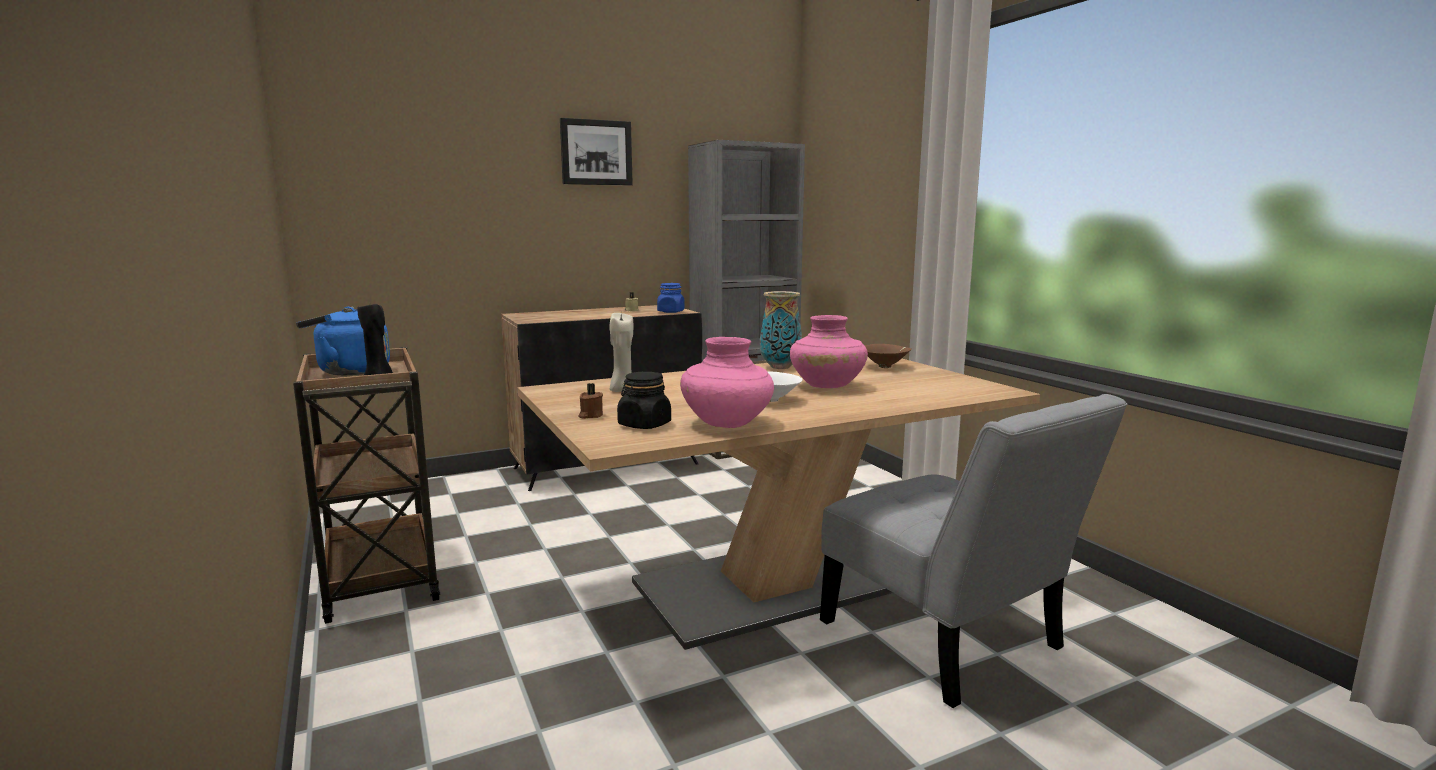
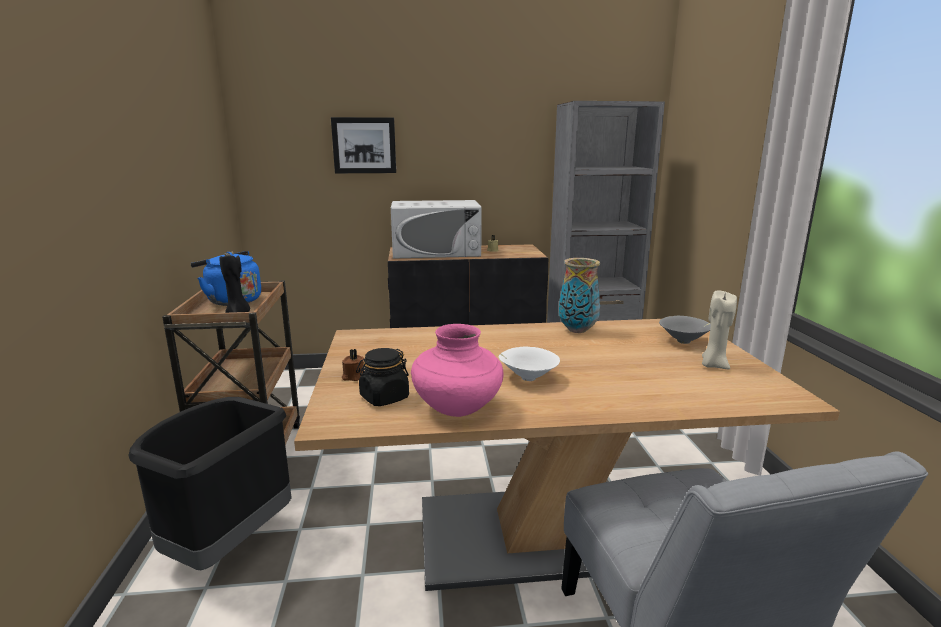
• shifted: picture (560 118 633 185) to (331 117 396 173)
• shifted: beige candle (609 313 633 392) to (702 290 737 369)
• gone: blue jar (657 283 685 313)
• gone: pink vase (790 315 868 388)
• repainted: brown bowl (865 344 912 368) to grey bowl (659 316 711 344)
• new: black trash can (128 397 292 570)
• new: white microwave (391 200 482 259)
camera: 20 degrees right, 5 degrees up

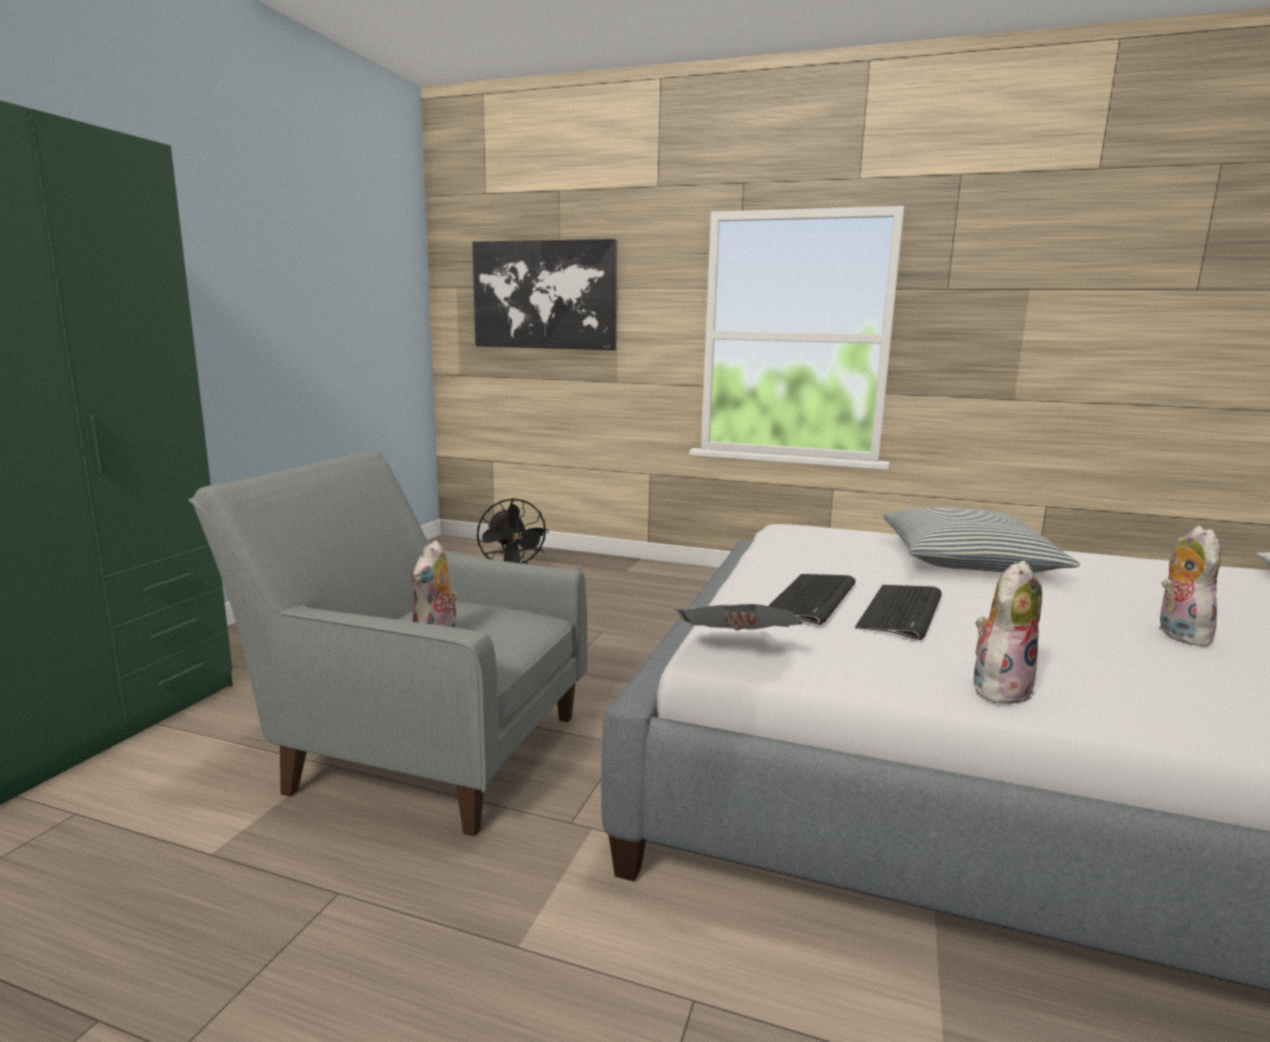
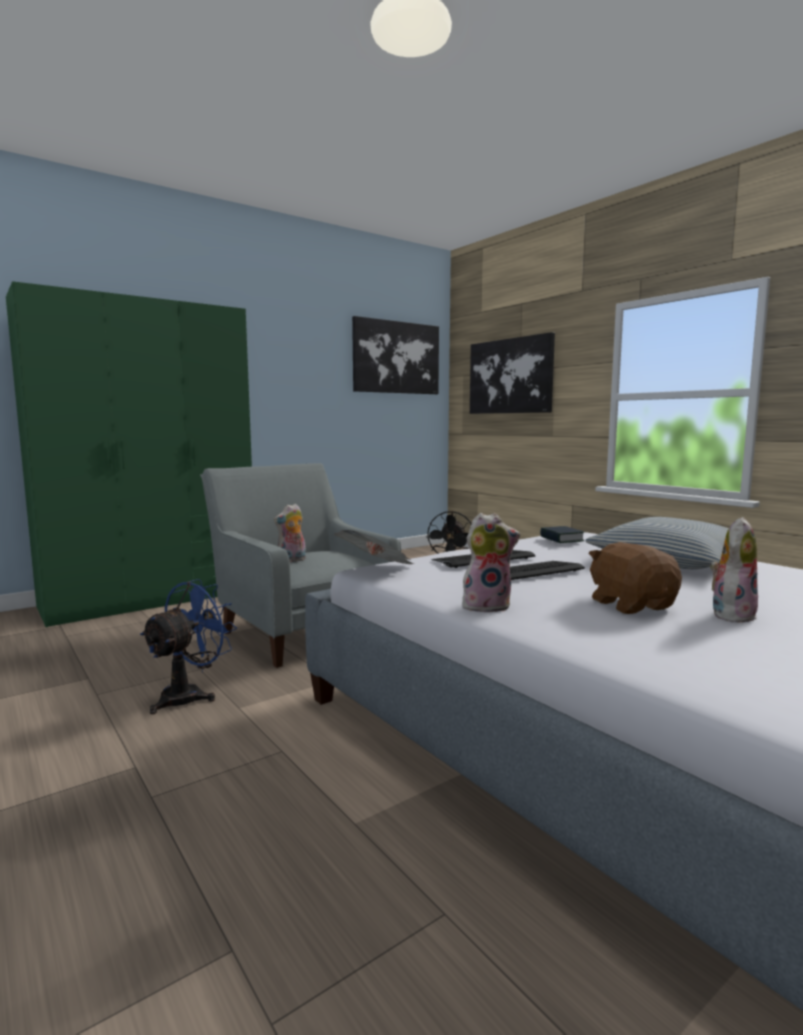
• new: blue fan (140 579 237 714)
• new: picture (352 316 439 394)
• new: book (540 526 584 543)
• new: brown plush toy (589 542 682 614)
camera: 35 degrees right, 5 degrees down

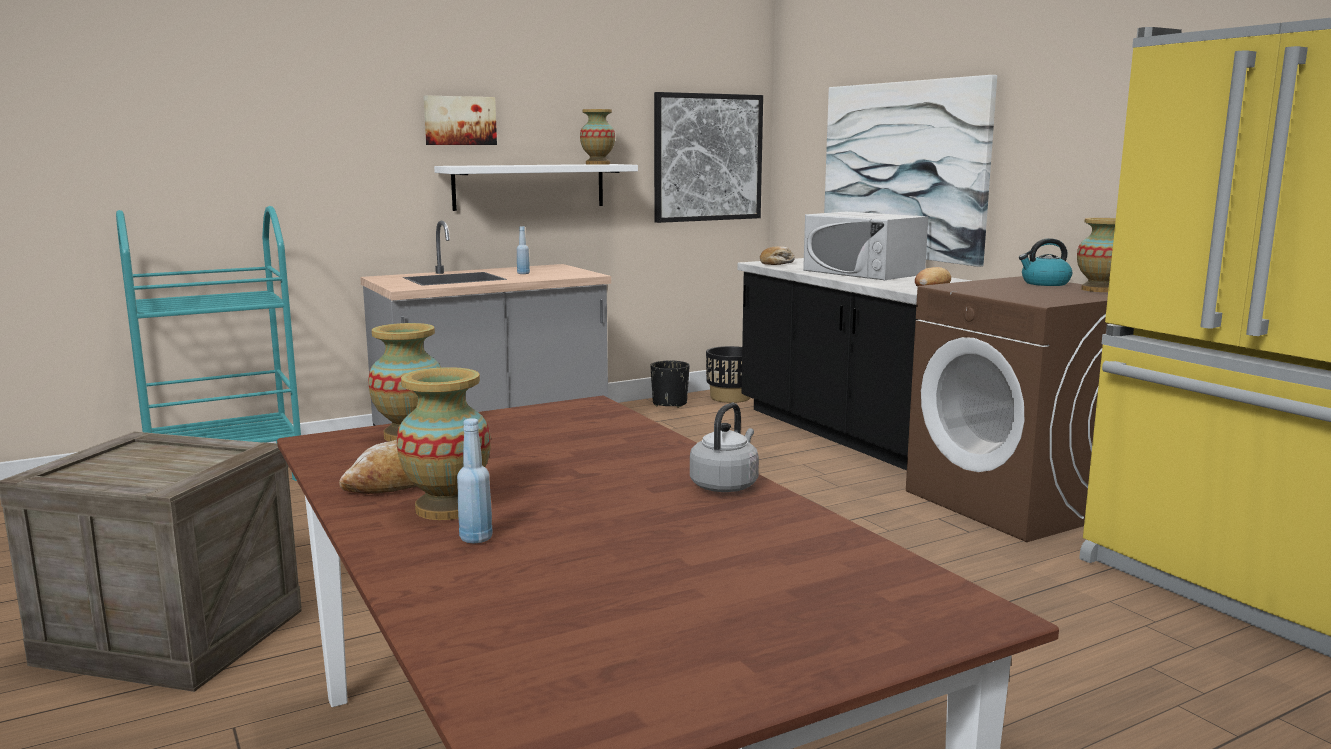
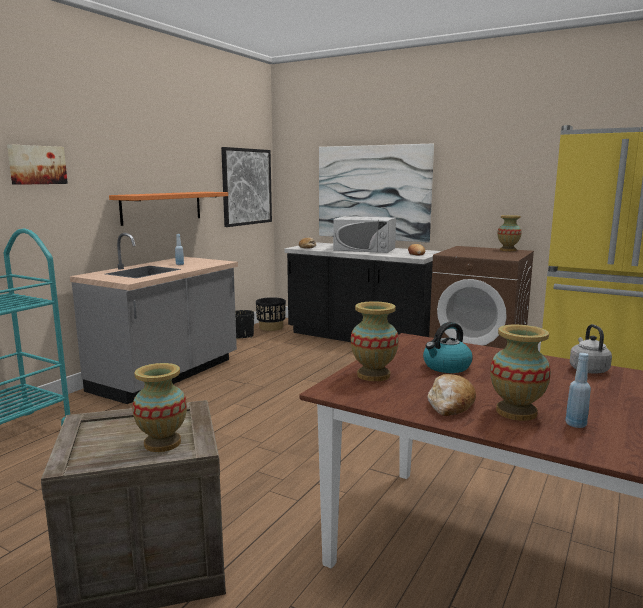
• shifted: picture (424 95 497 145) to (7 144 68 185)
• repainted: white shelf (434 164 638 211) to orange shelf (109 192 228 226)
• shifted: vase (580 109 615 165) to (132 363 187 452)
• shifted: kettle (1019 238 1072 286) to (423 322 472 373)
camera: 30 degrees left, 0 degrees up

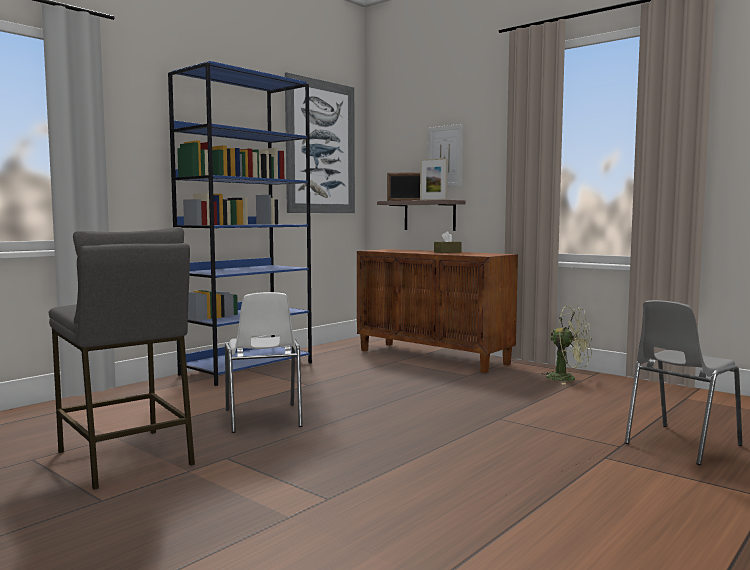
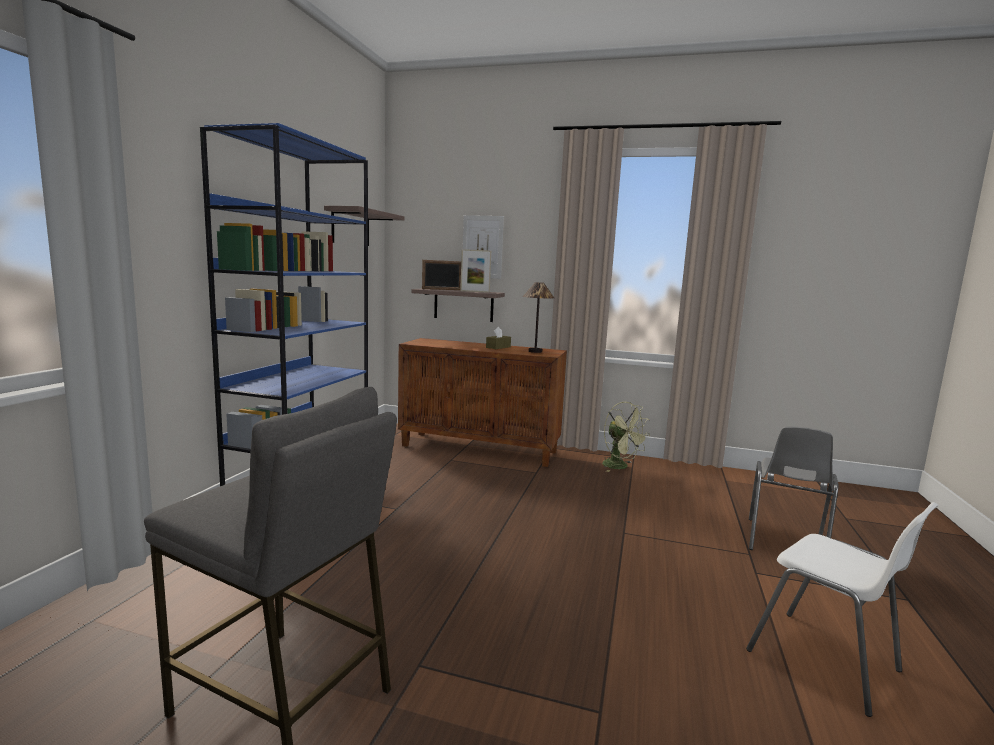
• shifted: white chair (225 292 303 433) to (746 502 939 717)
• swapped: picture (285 72 355 213) to shelf (324 206 404 246)
• rotated: green fan (541 305 592 384) = (602 401 650 472) 45 degrees clockwise
• new: table lamp (523 282 554 353)
camera: 25 degrees left, 5 degrees up

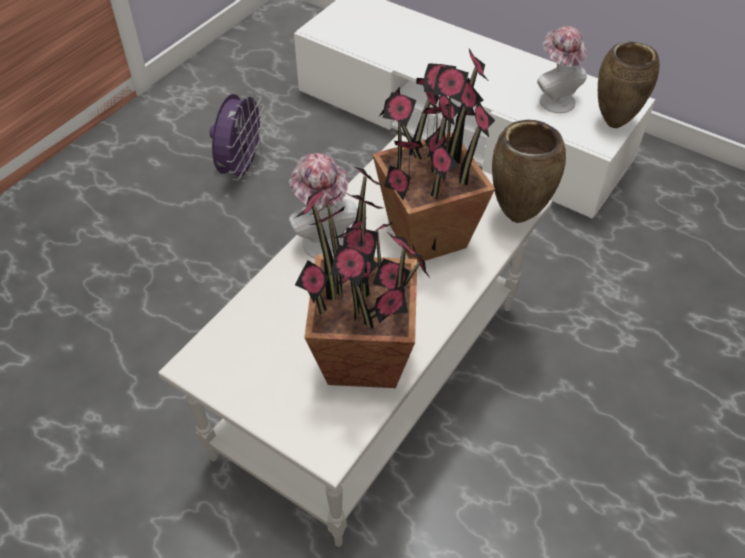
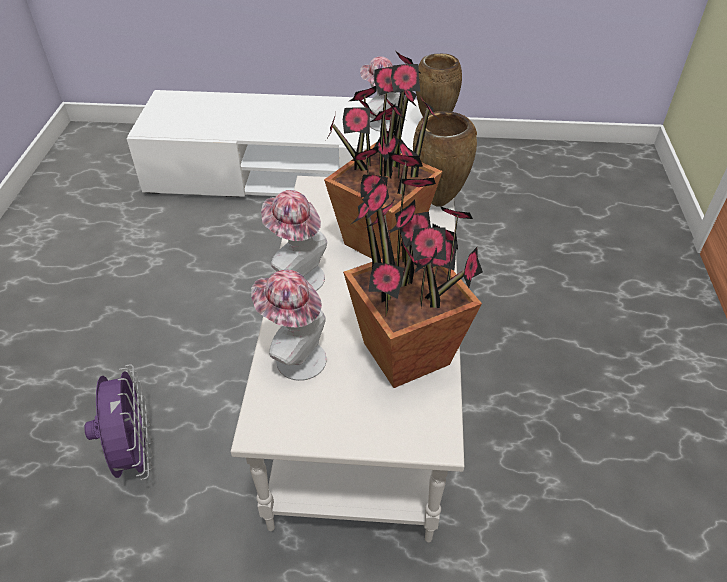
• shifted: purple fan (210 91 266 182) to (84 365 154 480)
• new: hat (251 270 326 381)
camera: 30 degrees left, 5 degrees down

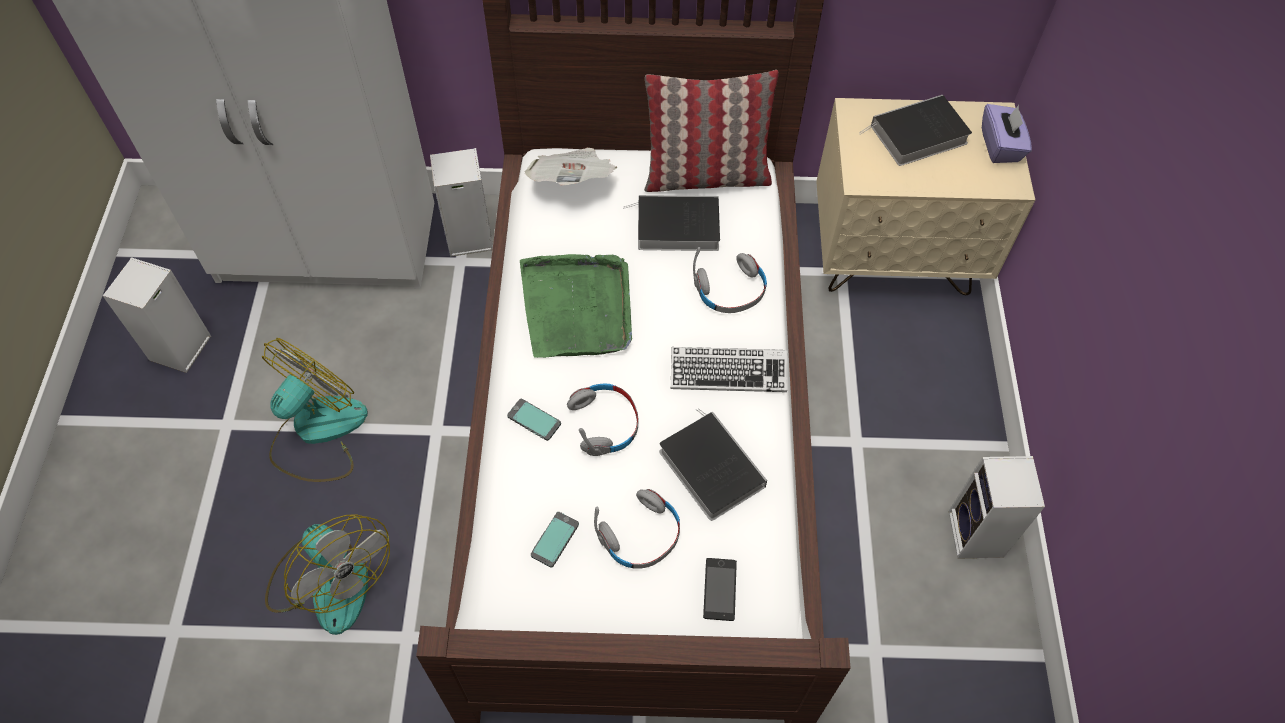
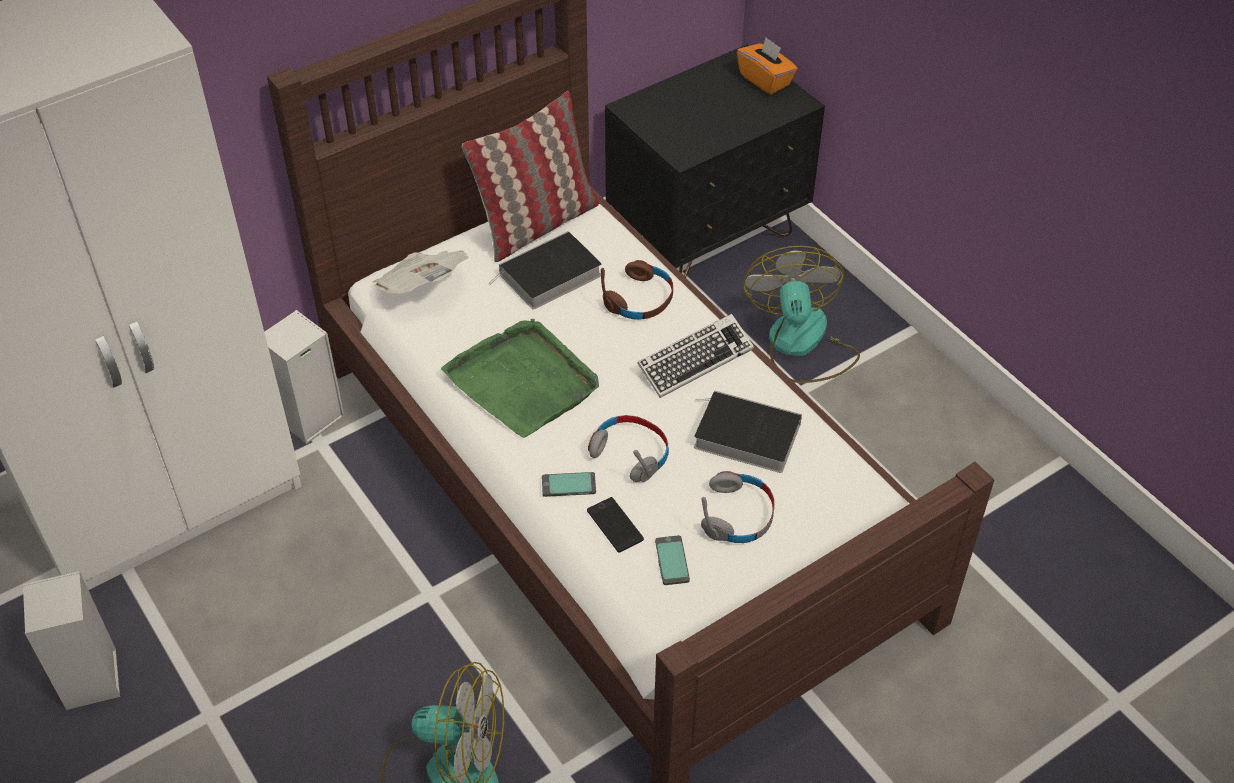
• shifted: fan (262 338 368 482) to (743 246 860 383)
• repainted: grey headphones (693 247 767 313) to brown headphones (601 260 673 320)
• shifted: phone (703 558 737 621) to (587 497 644 552)
• repainted: beige nightstand (816 98 1035 295) to black nightstand (605 45 825 278)
• gone: book (860 95 972 166)
• gone: speaker (948 456 1045 559)
• repainted: purple tissue box (982 104 1032 163) to orange tissue box (737 37 798 95)
camera: 35 degrees left, 10 degrees down

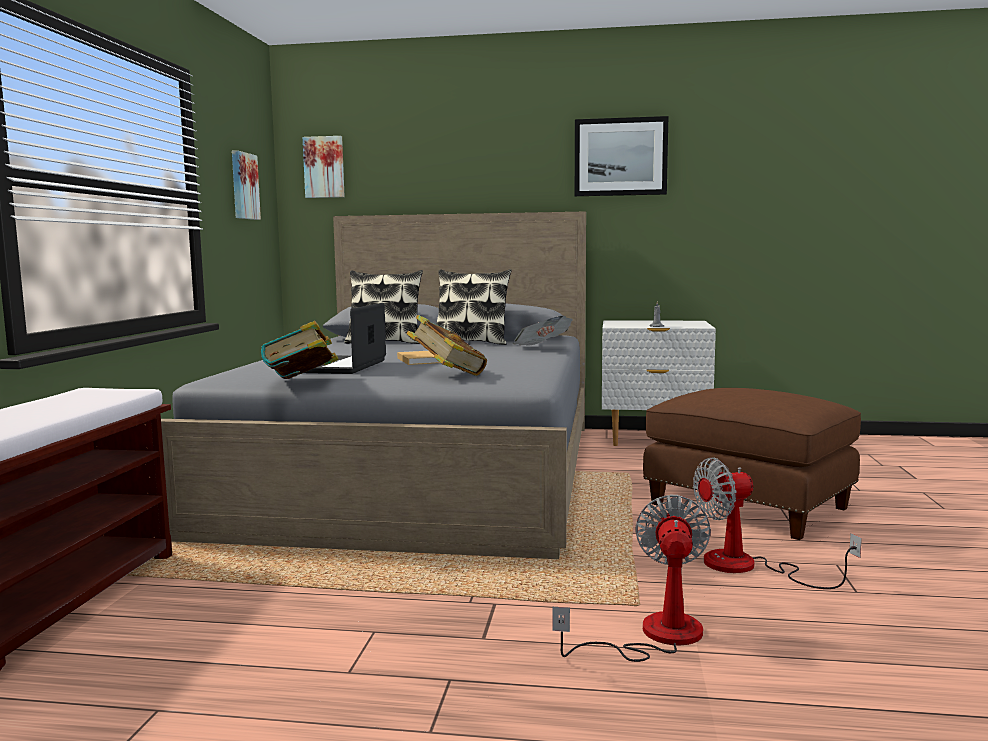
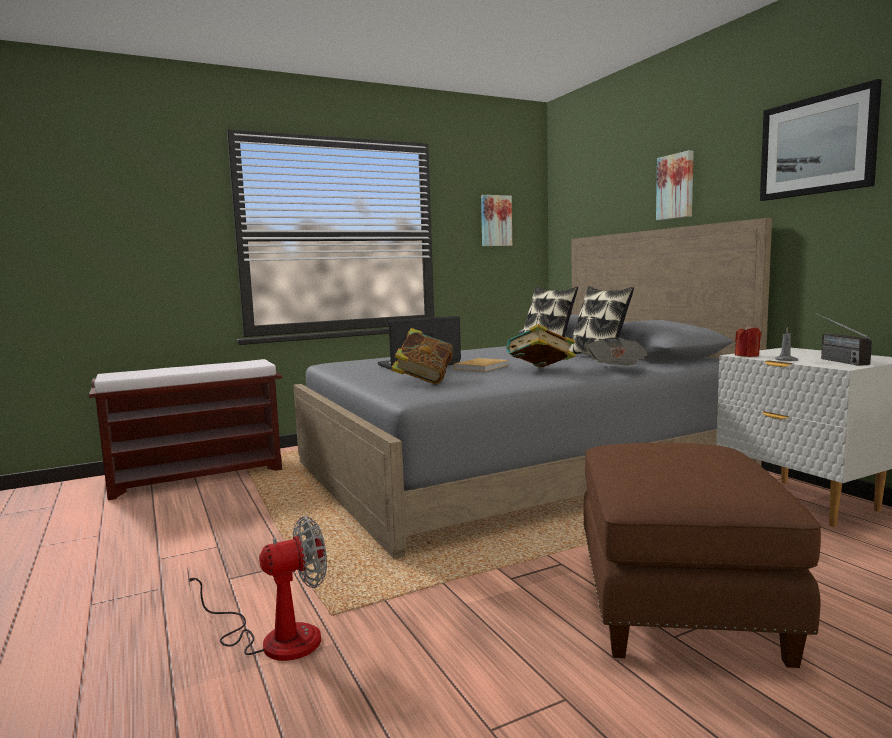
• shifted: book (261 321 339 379) to (506 324 576 367)
• shifted: picture (303 136 345 198) to (656 150 694 220)
• gone: fan (693 458 862 589)
• new: red candle (735 325 761 357)
• new: radio (814 313 872 366)
camera: 55 degrees right, 0 degrees up

